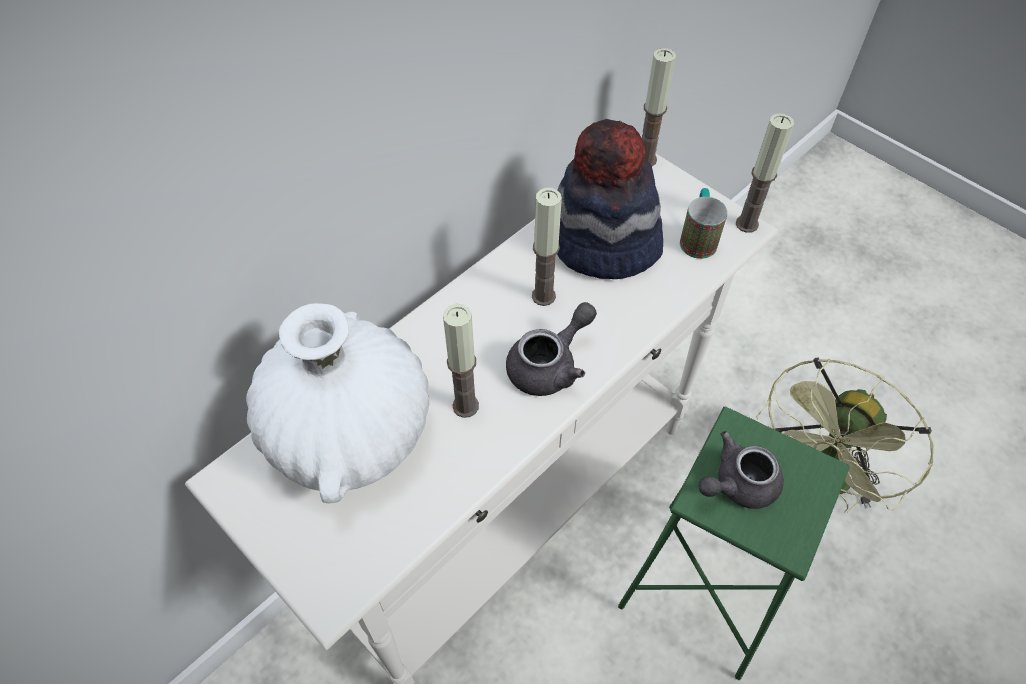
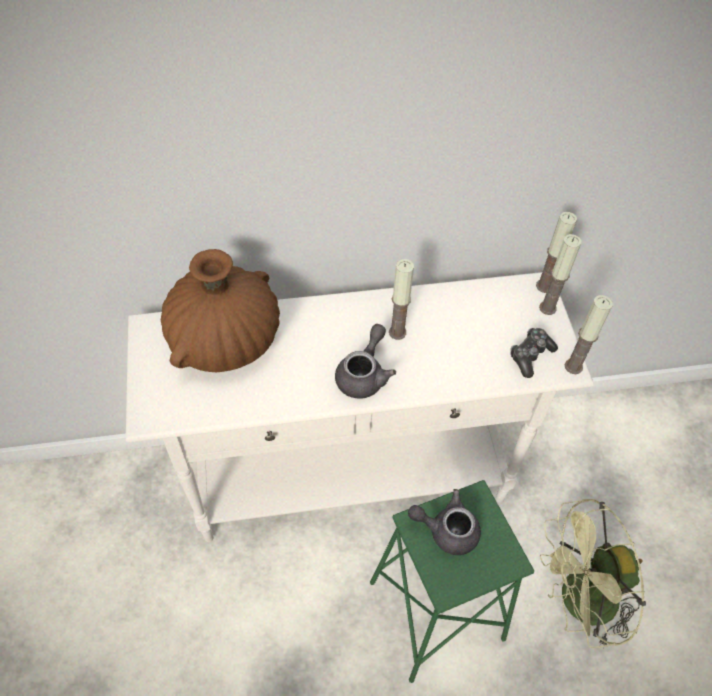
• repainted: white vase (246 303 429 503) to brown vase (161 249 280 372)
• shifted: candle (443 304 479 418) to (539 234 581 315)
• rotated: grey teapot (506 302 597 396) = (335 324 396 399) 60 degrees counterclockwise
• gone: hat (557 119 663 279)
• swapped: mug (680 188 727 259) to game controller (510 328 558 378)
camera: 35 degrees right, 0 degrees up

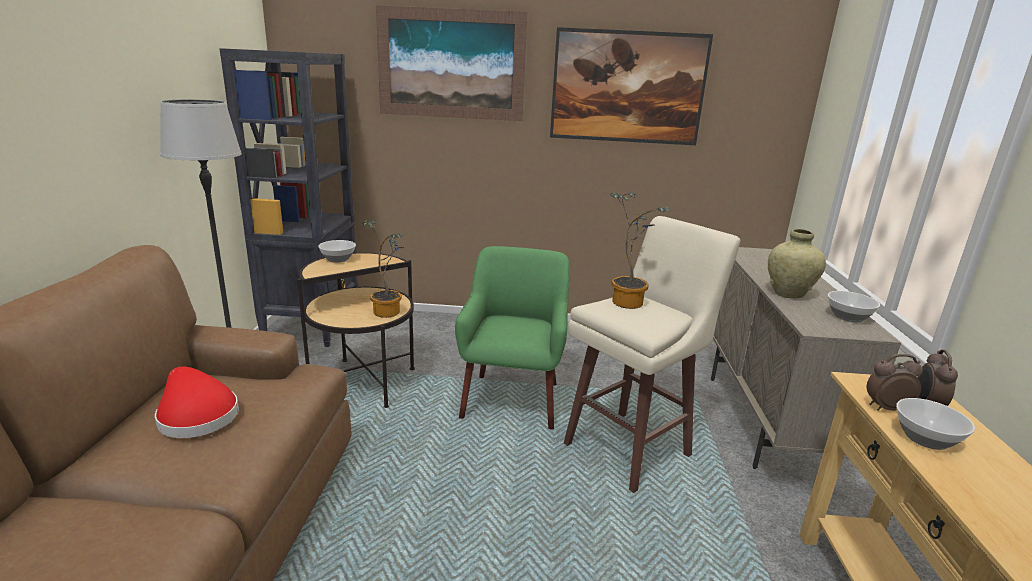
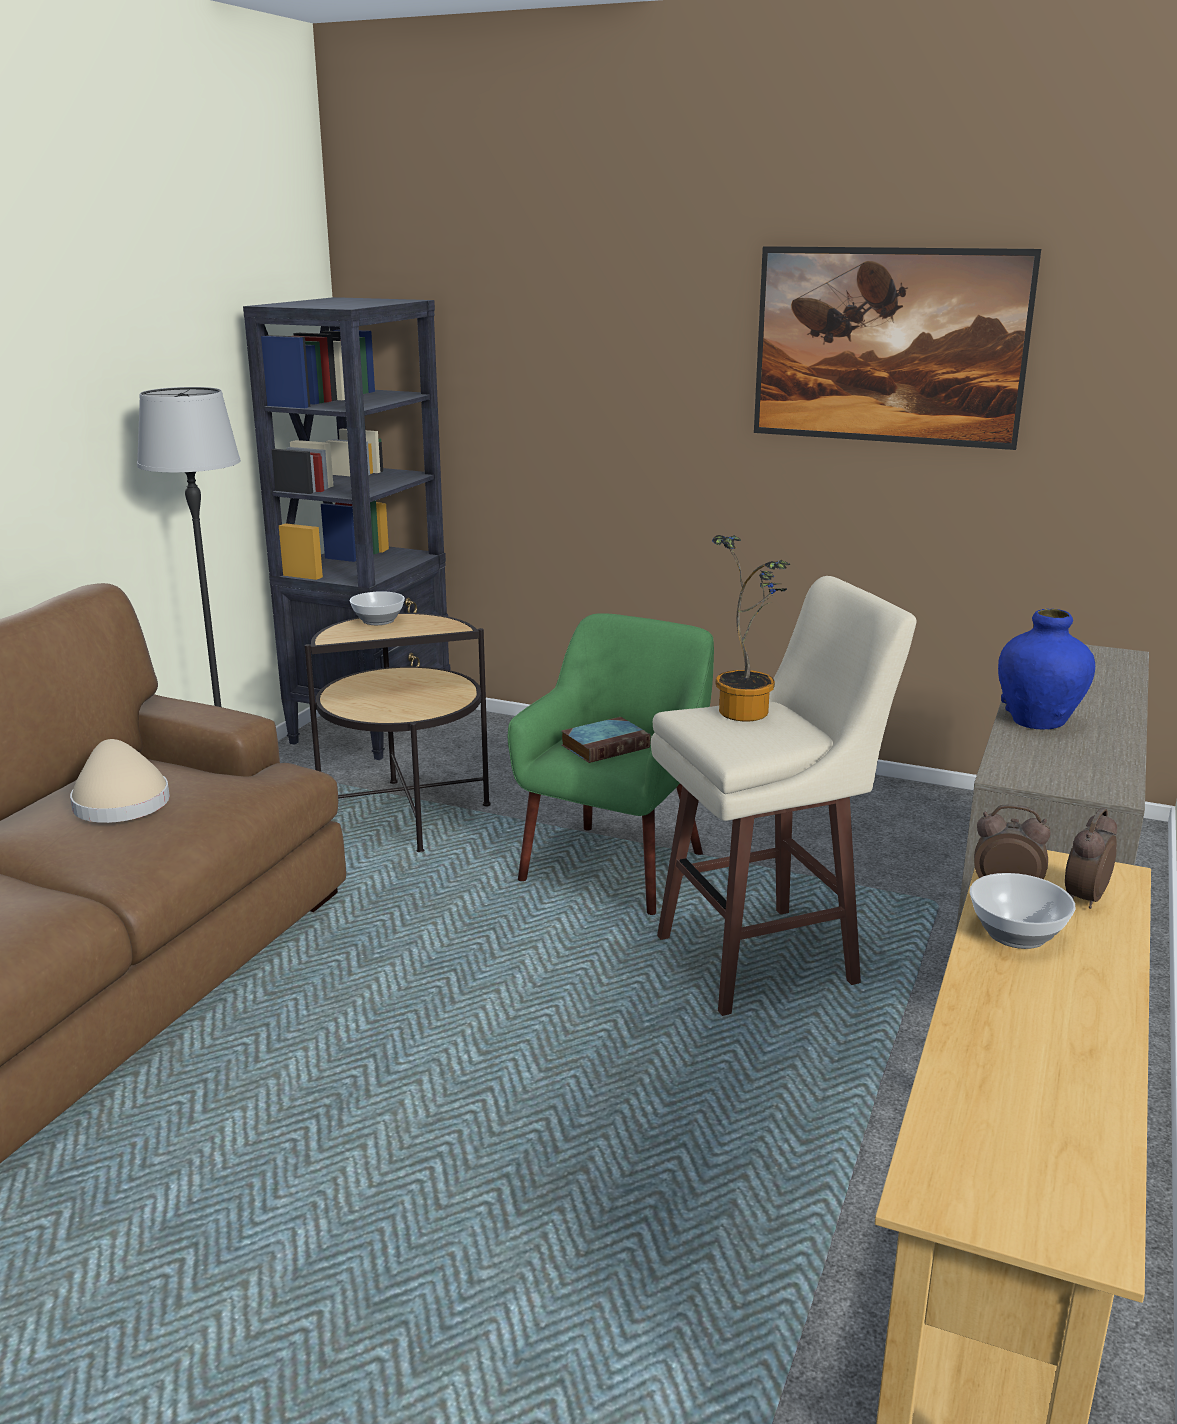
• repainted: red hat (155 367 239 438) to beige hat (70 739 170 823)
• gone: potted plant (362 220 404 318)
• gone: picture (376 5 528 121)
• repainted: beige vase (768 229 826 299) to blue vase (998 609 1095 730)
• gone: bowl (828 291 880 322)
• new: book (562 717 651 763)
camera: 20 degrees right, 0 degrees up

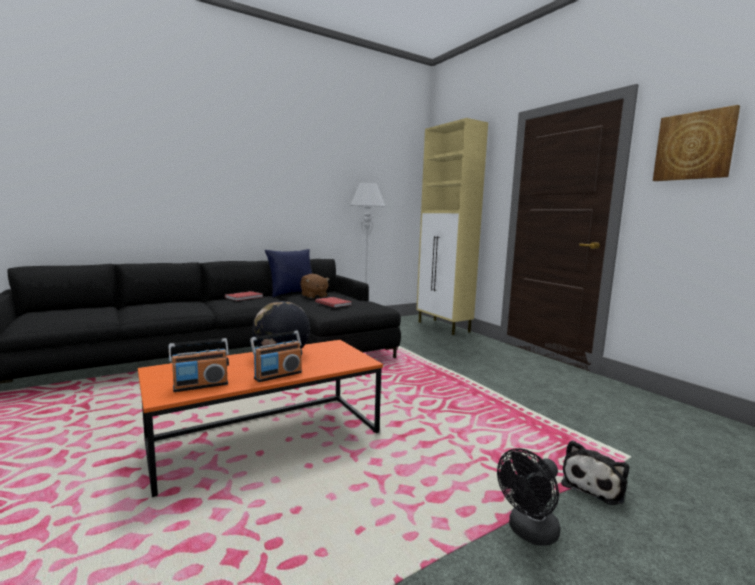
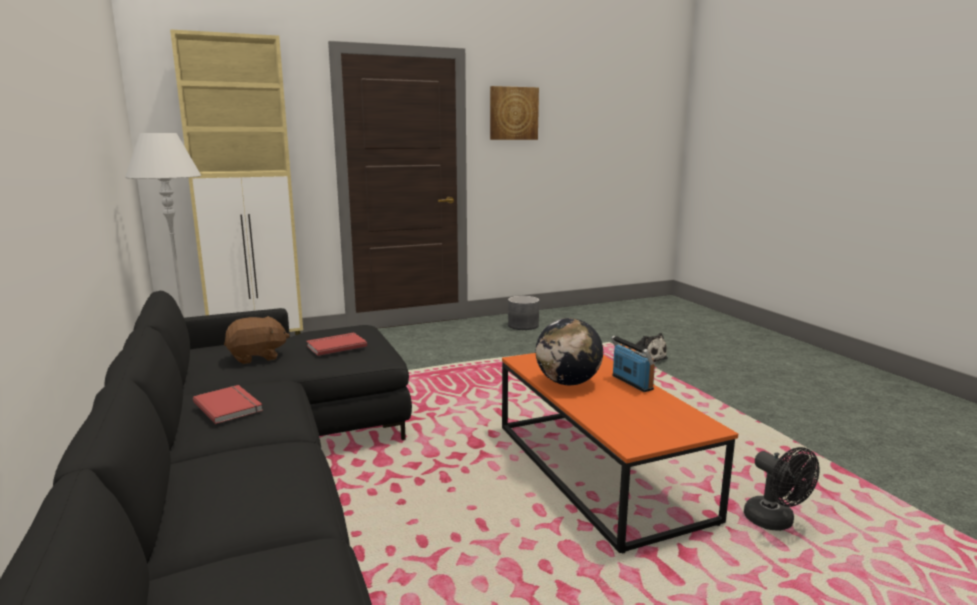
• gone: radio (169 338 229 392)
• gone: blue pillow (265 249 312 297)
• shifted: black fan (497 448 561 546) to (744 447 820 531)
• new: grey planter (508 296 539 330)
camera: 80 degrees left, 5 degrees up

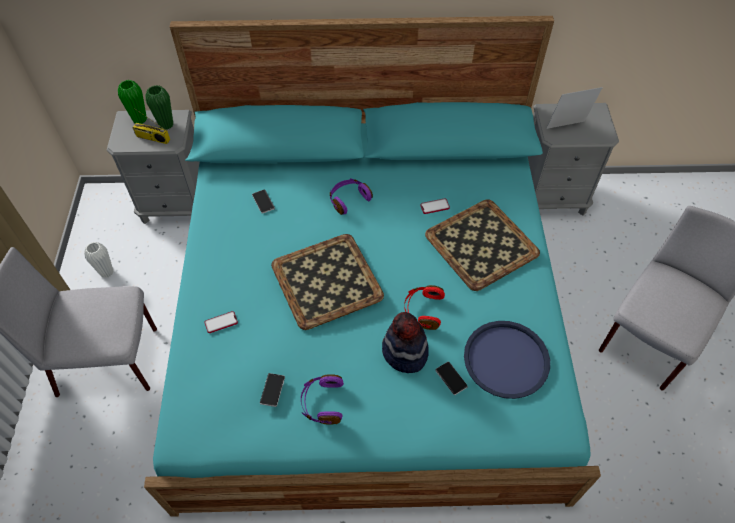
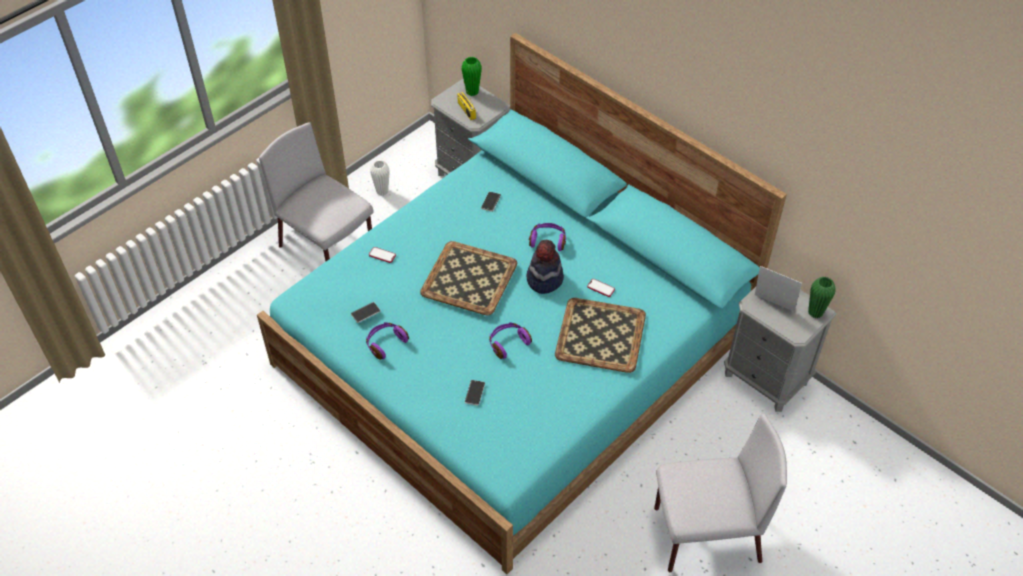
• shifted: green vase (146 85 173 130) to (808 277 836 318)
• shifted: hat (382 312 429 373) to (526 240 564 294)
• repainted: red headphones (404 285 445 330) to purple headphones (489 322 532 359)
• gone: blue tray (464 321 550 399)
camera: 45 degrees right, 5 degrees down

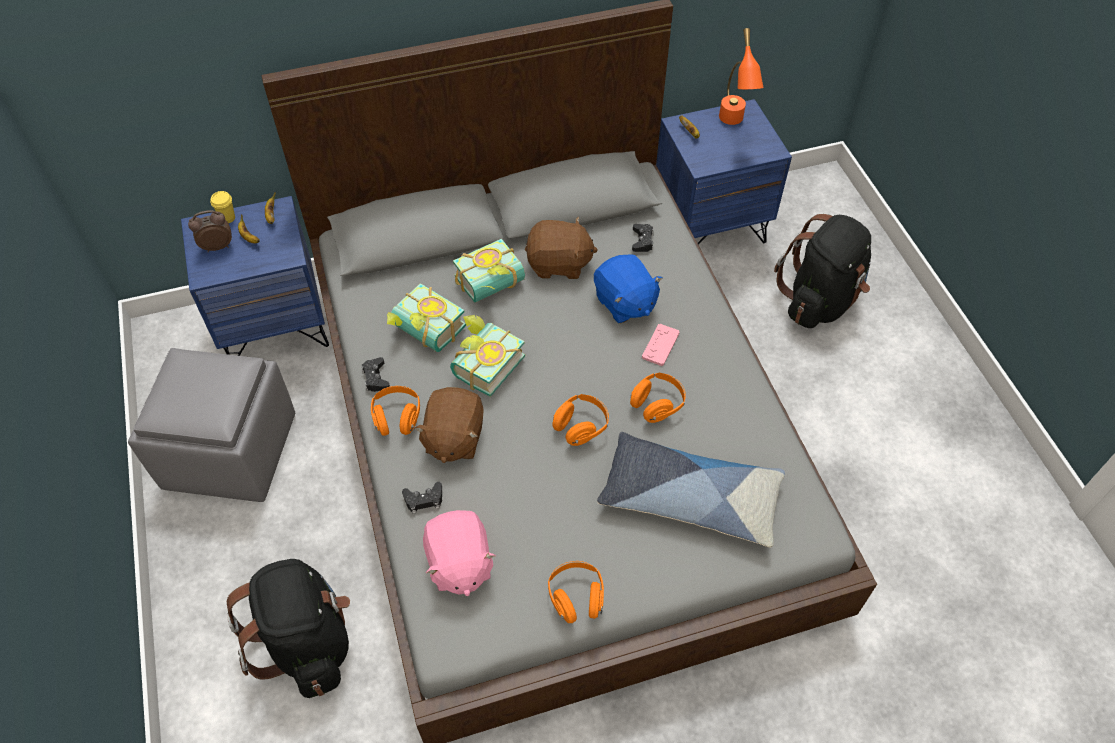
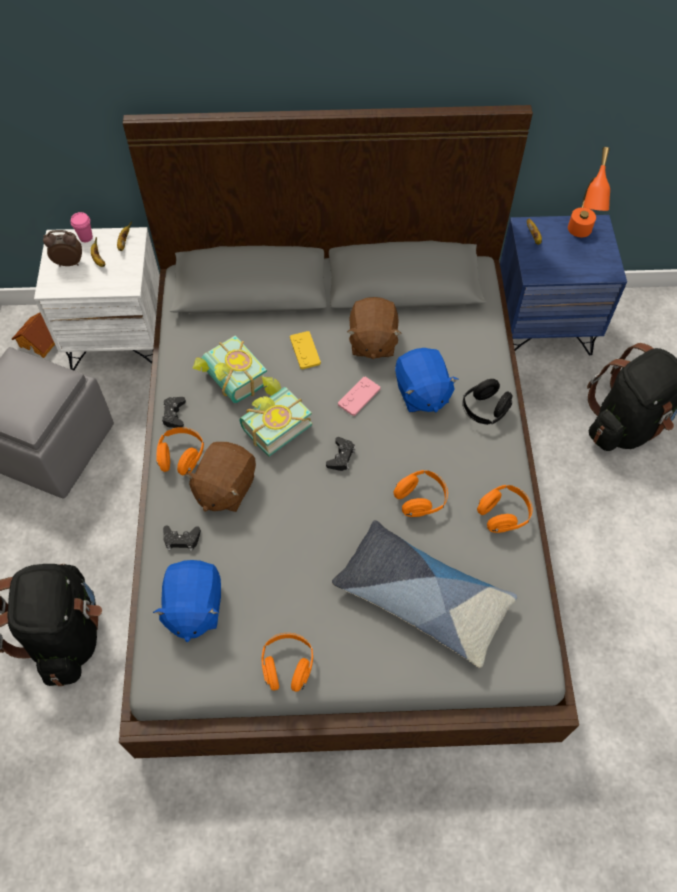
• repainted: blue nightstand (181 196 329 356) to white nightstand (34 227 160 370)
• repainted: yellow cup (210 191 235 223) to pink cup (71 212 93 242)
• repainted: pink plush toy (423 510 496 596) to blue plush toy (153 560 221 642)
• swapped: book (453 239 525 303) to yellow game controller (290 331 321 369)
• rotated: brown plush toy (525 216 598 279) = (347 297 402 359) 75 degrees clockwise
• shifted: orange headphones (552 394 609 446) to (477 484 533 533)
• shifted: black game controller (632 224 653 252) to (326 437 355 471)
• shifted: pink game controller (642 324 680 366) to (338 376 381 416)
• new: toy house (12 312 55 358)
• new: black headphones (463 379 513 425)
camera: 15 degrees right, 5 degrees up

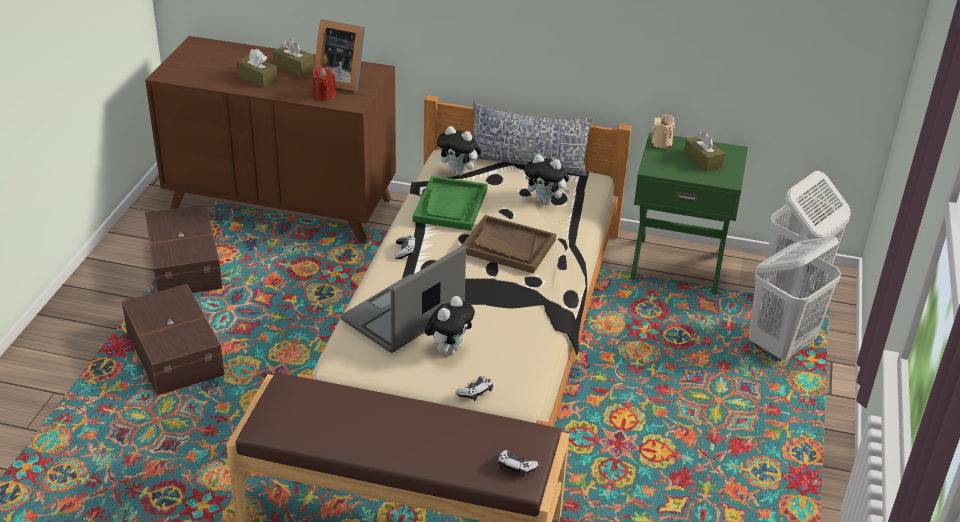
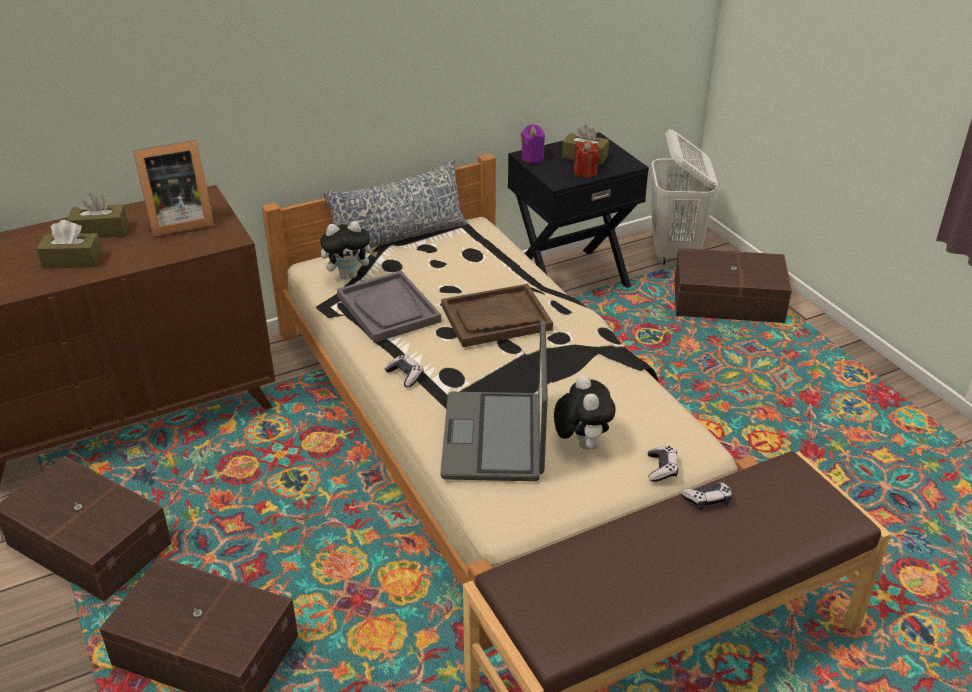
• shifted: red candle (312 66 336 101) to (574 141 599 178)
• repainted: green tray (413 176 488 231) to grey tray (337 271 441 343)
• shifted: game controller (498 450 539 477) to (681 482 732 510)
• gone: plush toy (525 154 570 205)
• repainted: green nightstand (630 132 748 295) to black nightstand (508 132 649 288)
• repainted: beige candle (651 114 675 149) to purple candle (521 124 545 163)
• swapped: white laundry basket (749 236 841 362) to brown storage box (674 248 792 323)
camera: 40 degrees left, 0 degrees up

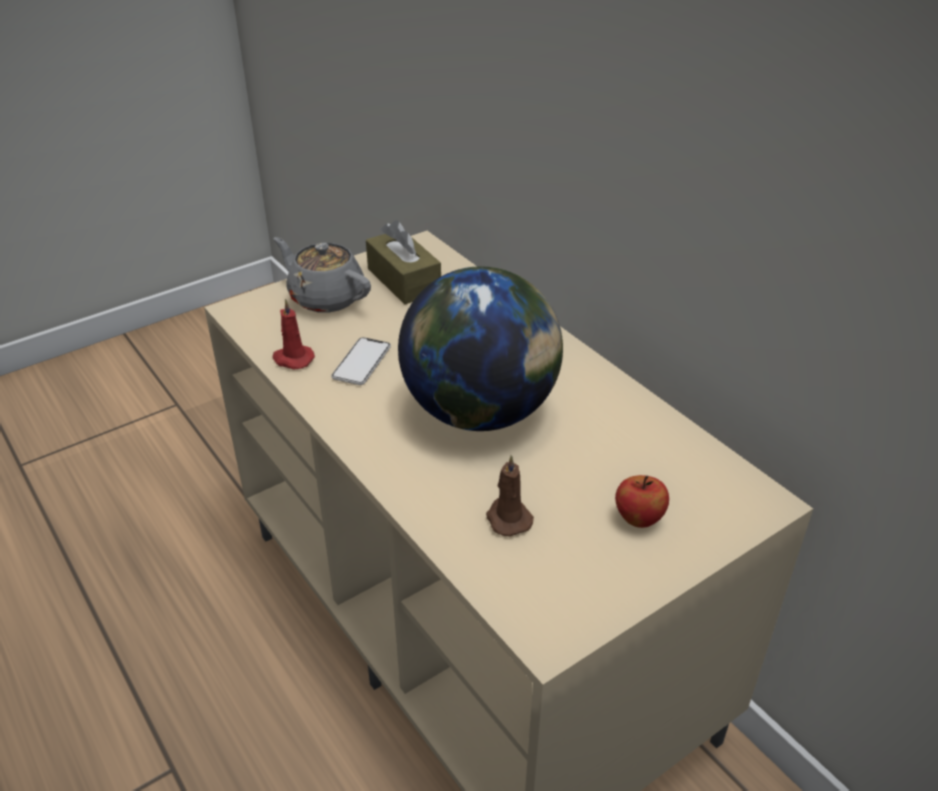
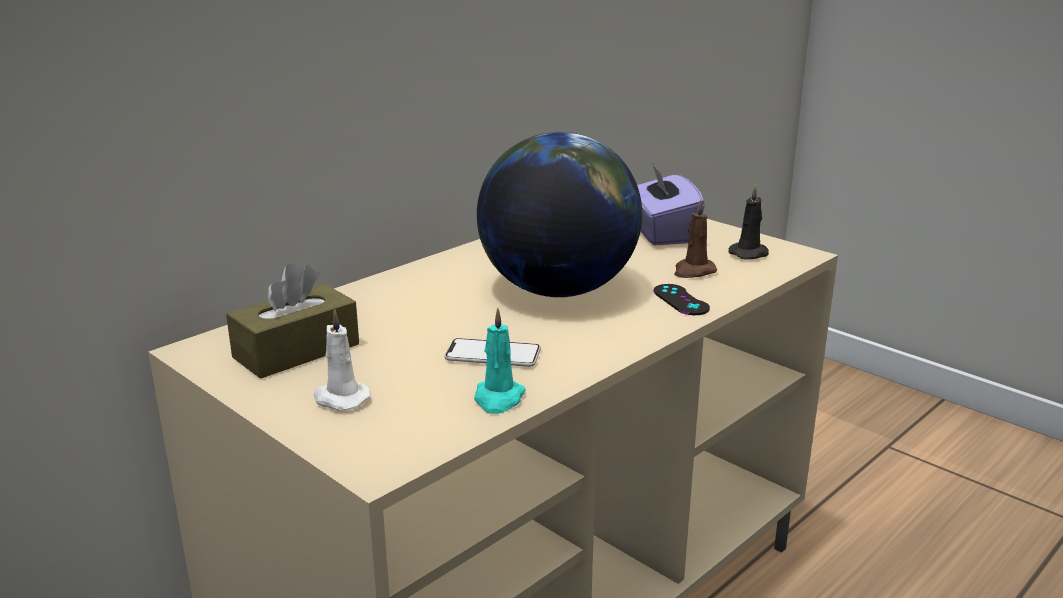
• repainted: red candle (272 299 315 369) to turquoise candle (474 308 526 414)
• swapped: grey teapot (274 237 371 313) to white candle (314 309 371 411)
• swapped: apple (615 475 669 528) to purple tissue box (637 163 705 245)
• new: black game controller (653 284 710 315)
• new: black candle (728 185 769 259)
camera: 100 degrees left, 15 degrees down

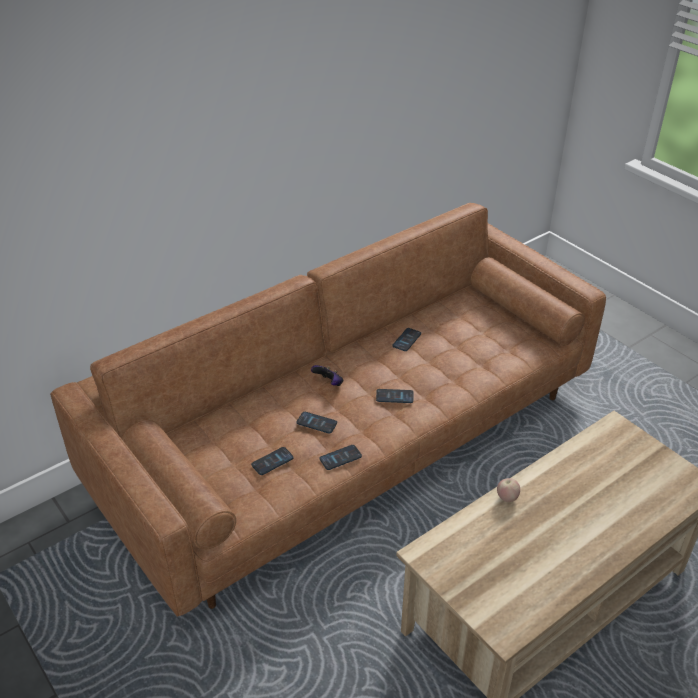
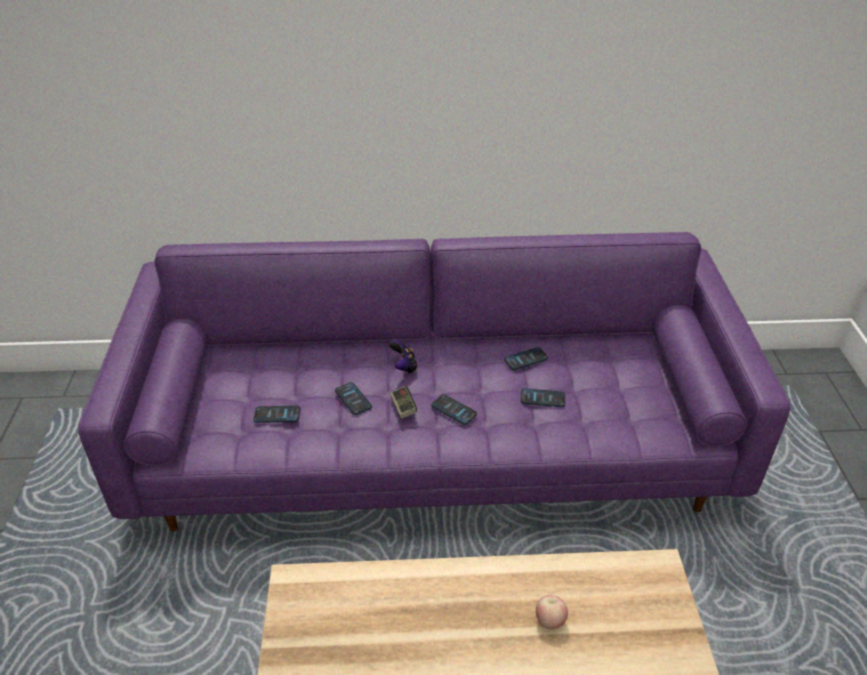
• repainted: brown sofa (50 203 606 617) to purple sofa (78 232 790 532)
• shifted: phone (320 445 362 470) to (521 388 565 407)
• shifted: apple (497 478 520 502) to (536 595 568 630)
• new: game controller (390 386 417 419)
camera: 35 degrees right, 0 degrees up

